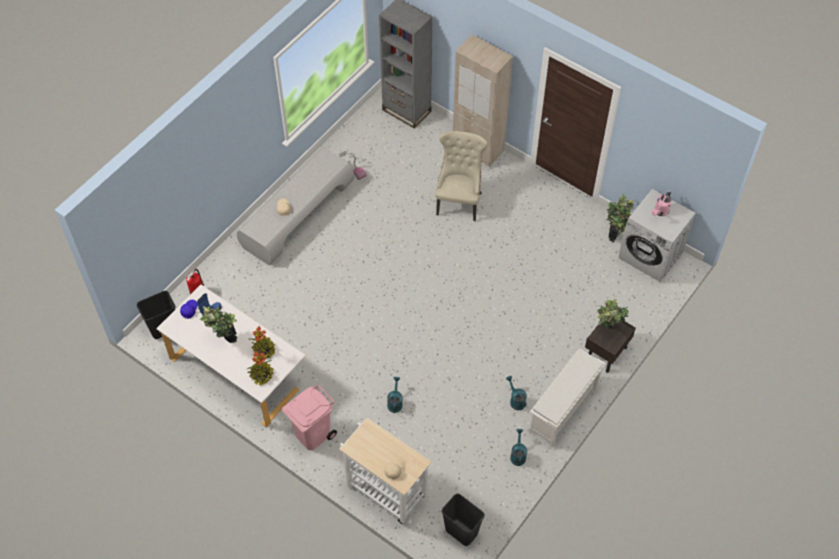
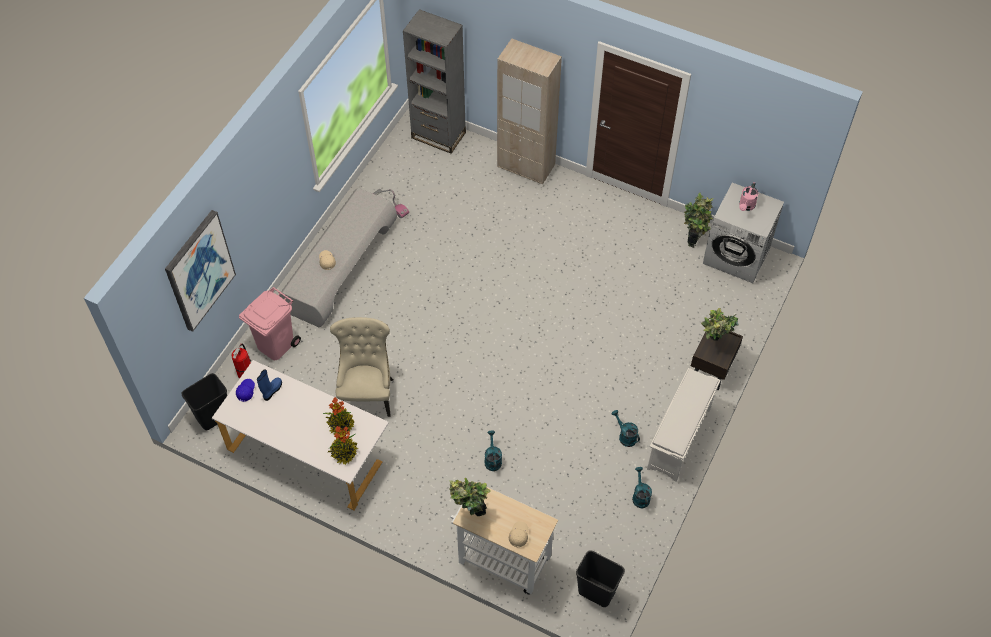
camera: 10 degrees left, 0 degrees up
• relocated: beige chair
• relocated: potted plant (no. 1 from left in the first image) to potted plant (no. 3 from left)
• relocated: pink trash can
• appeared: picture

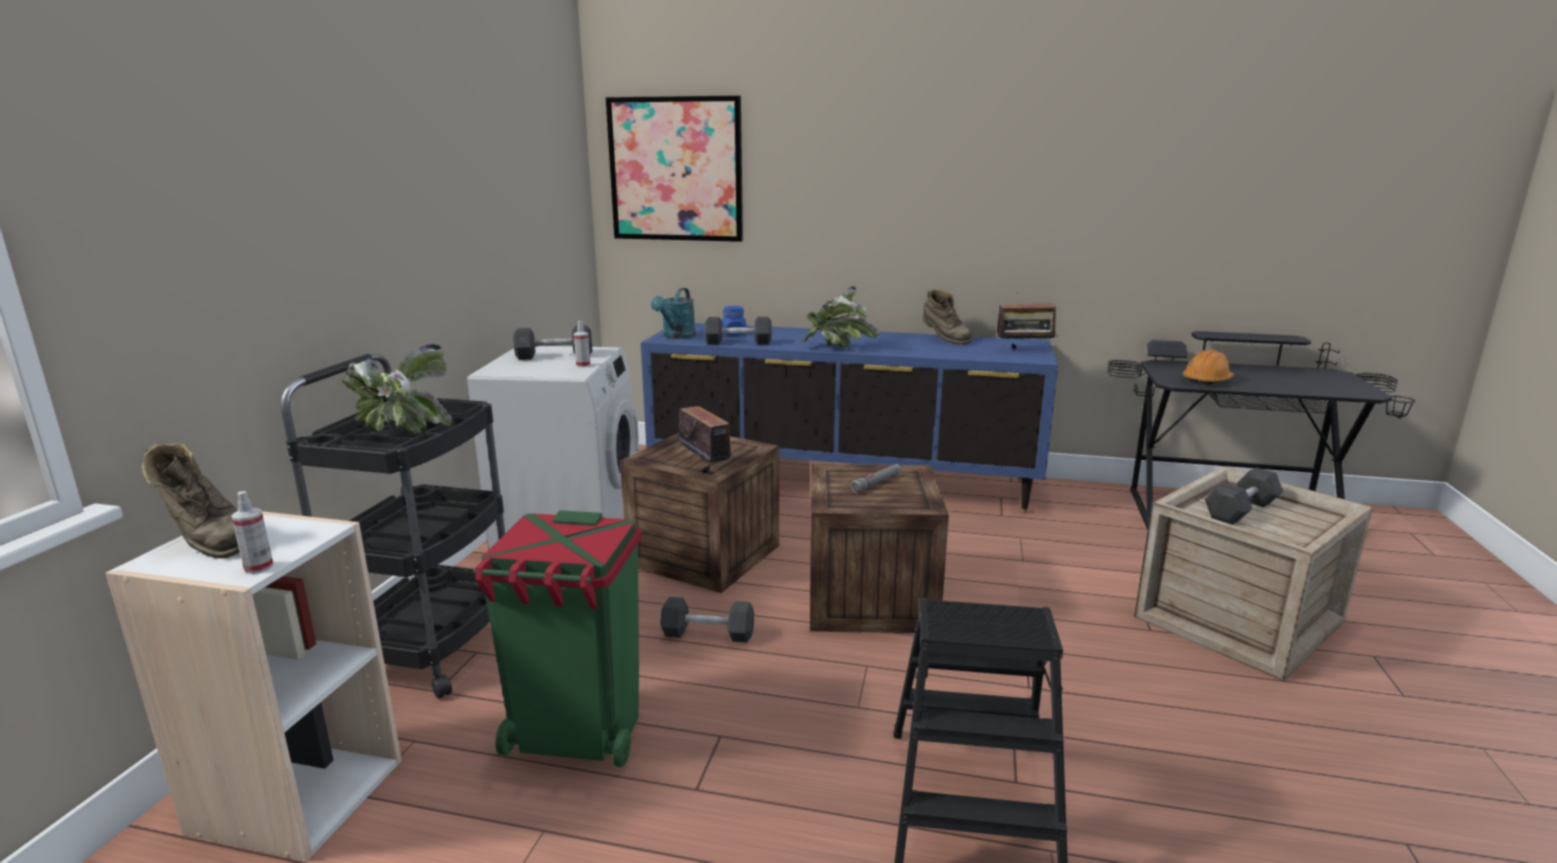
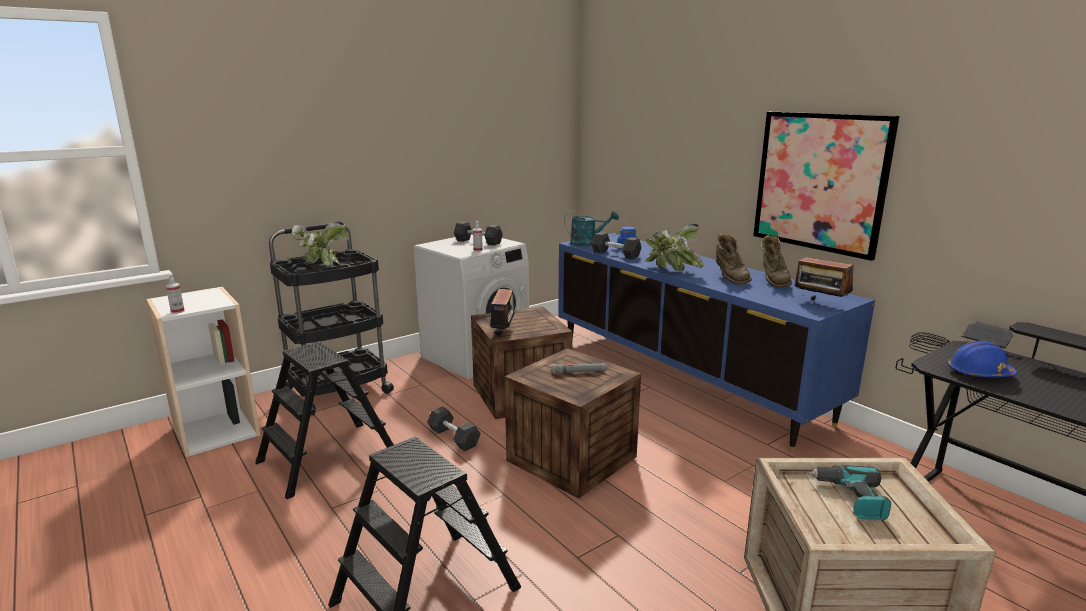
camera: 40 degrees right, 0 degrees up
• relocated: picture
• spun: turquoise watering can 150 degrees counterclockwise
• colour: orange hard hat to blue hard hat
• relocated: brown boot (no. 1 from left)
• exchanged: grey dumbbell (no. 4 from left) to power drill
• exchanged: green trash can to black step ladder (no. 1 from left)

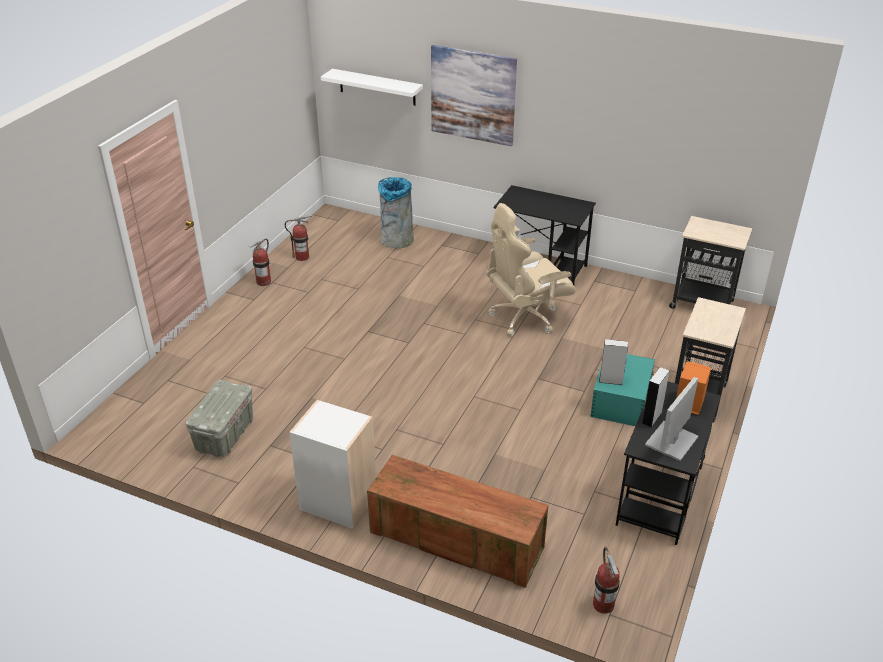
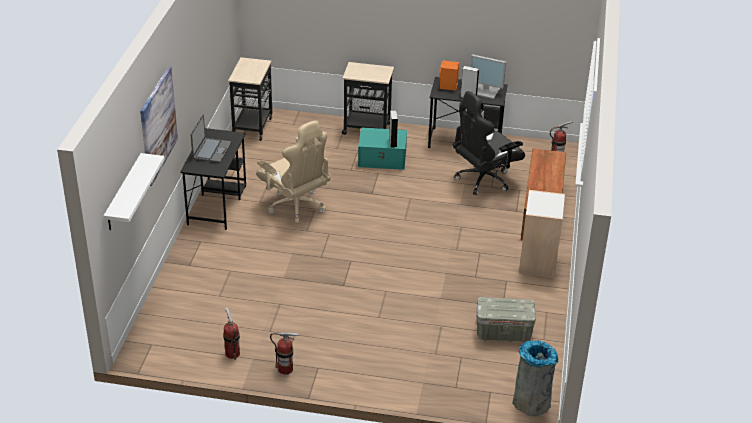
camera: 105 degrees left, 0 degrees up
• relocated: grey trash can
• appeared: black office chair
• appeared: laptop

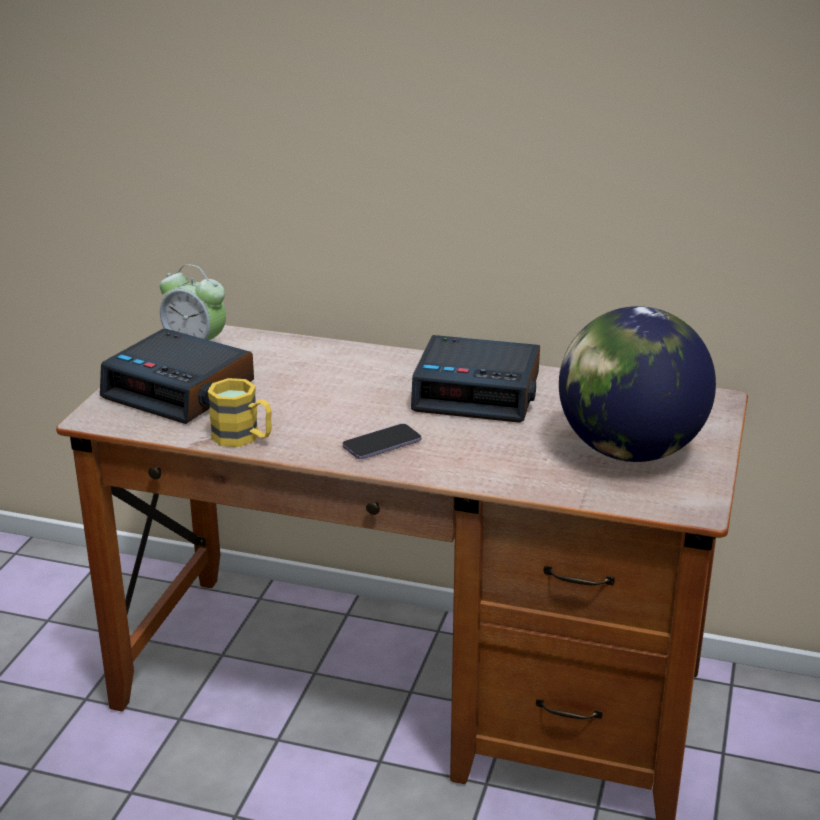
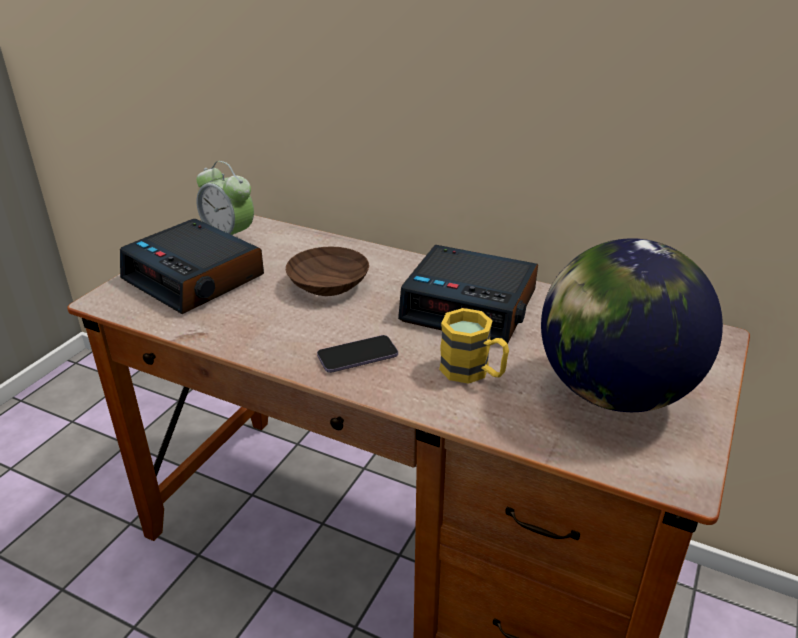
camera: 10 degrees right, 5 degrees up
• relocated: yellow mug
• appeared: brown bowl

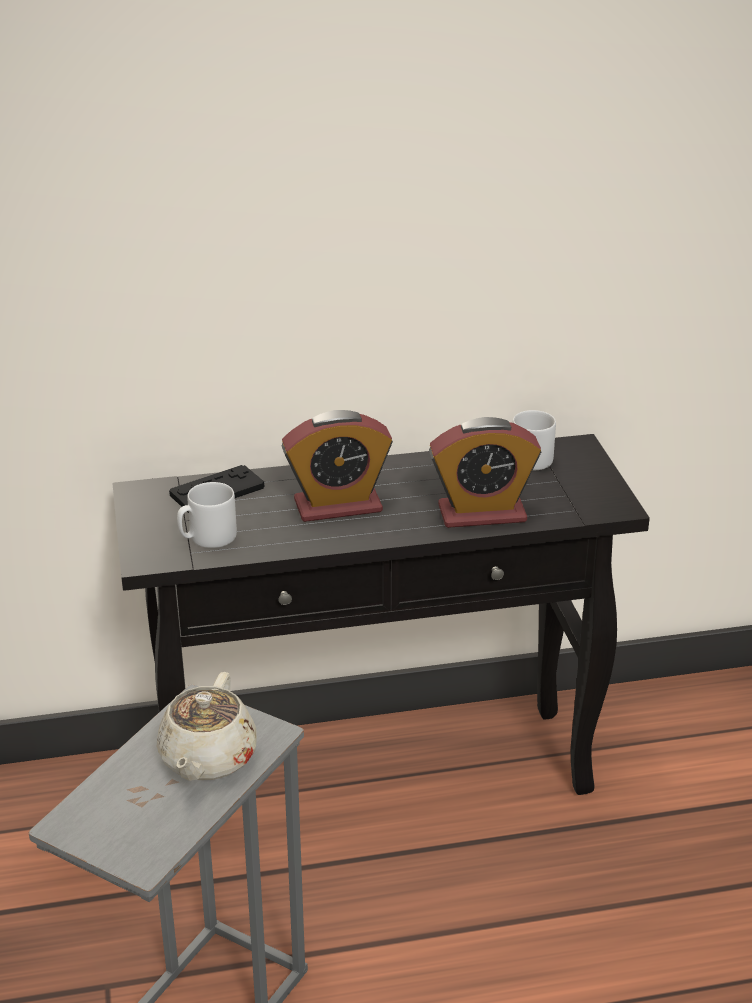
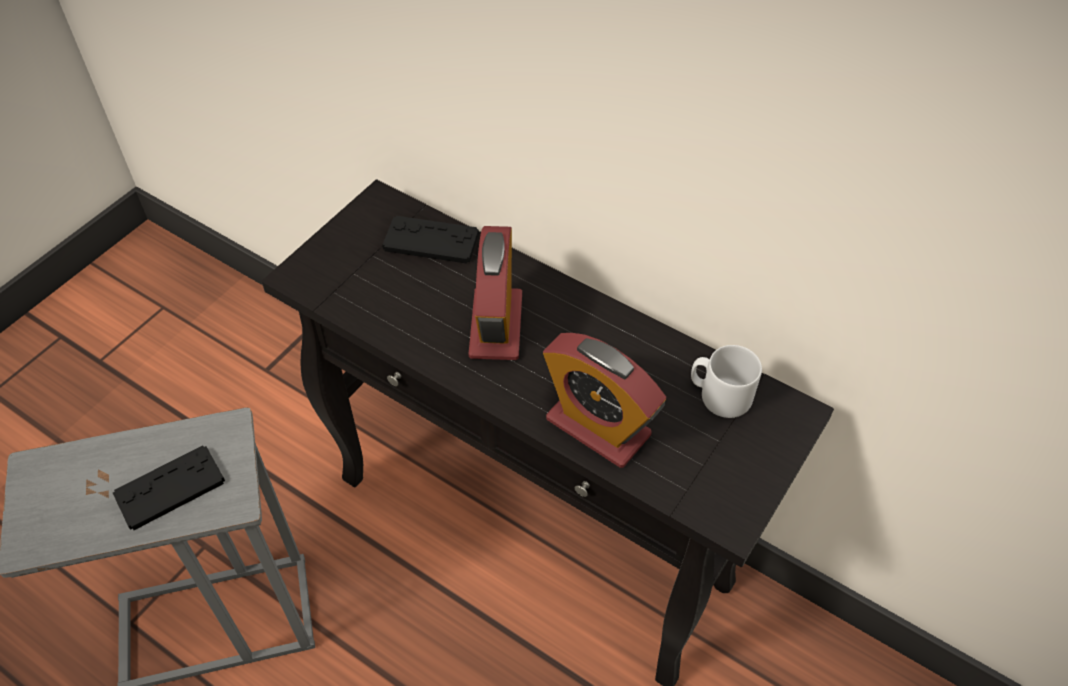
camera: 45 degrees right, 20 degrees up
• spun: alarm clock (no. 1 from left) 60 degrees clockwise
• missing: grey mug (no. 1 from left)
• exchanged: beige teapot to black game controller (no. 1 from left)

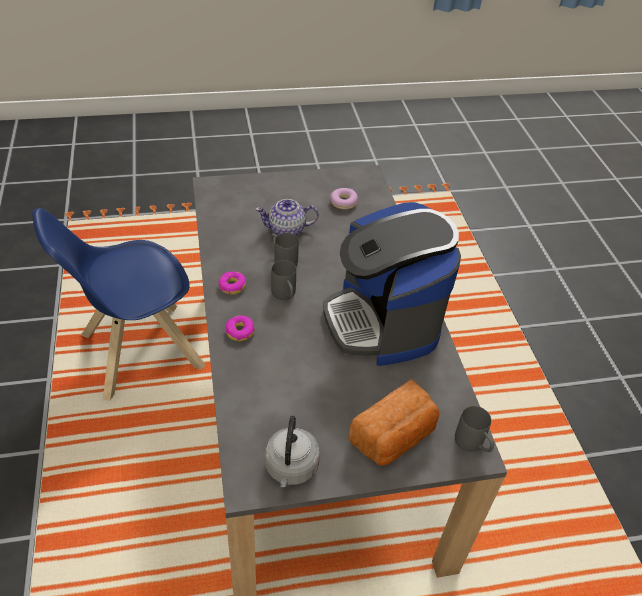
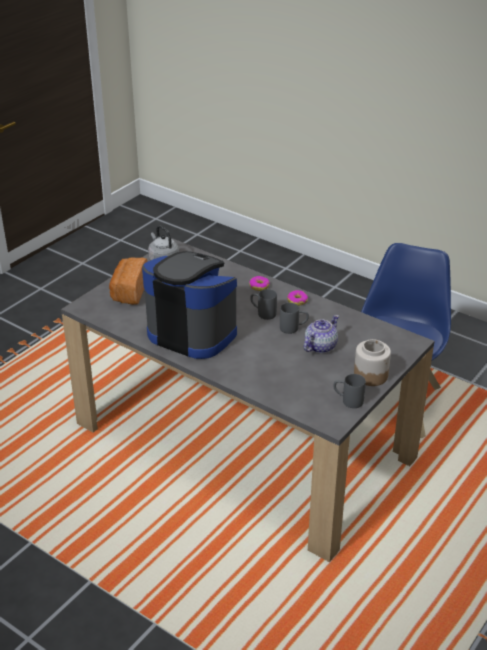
camera: 140 degrees right, 10 degrees down
• missing: donut (no. 3 from left)
• relocated: grey mug (no. 3 from left)
• appeared: jar

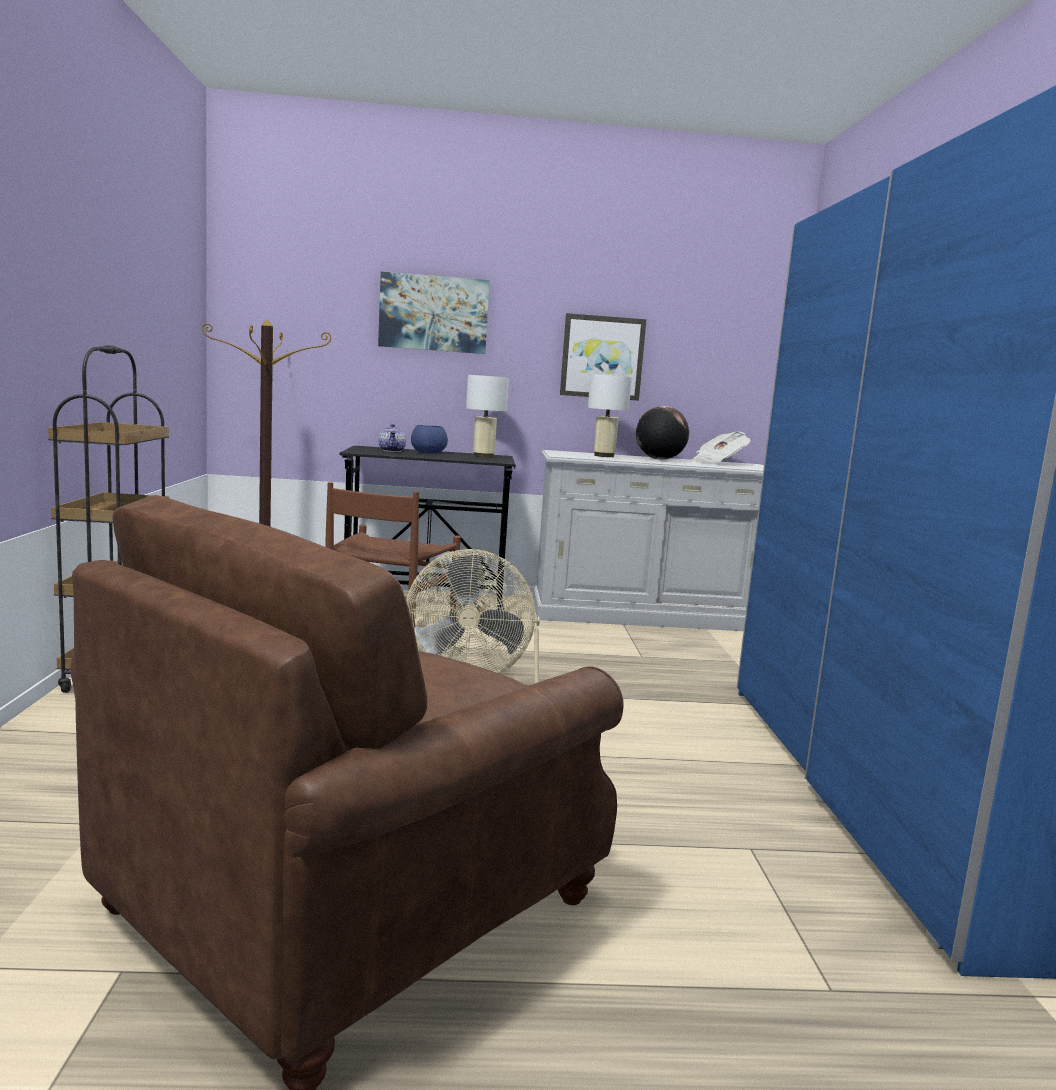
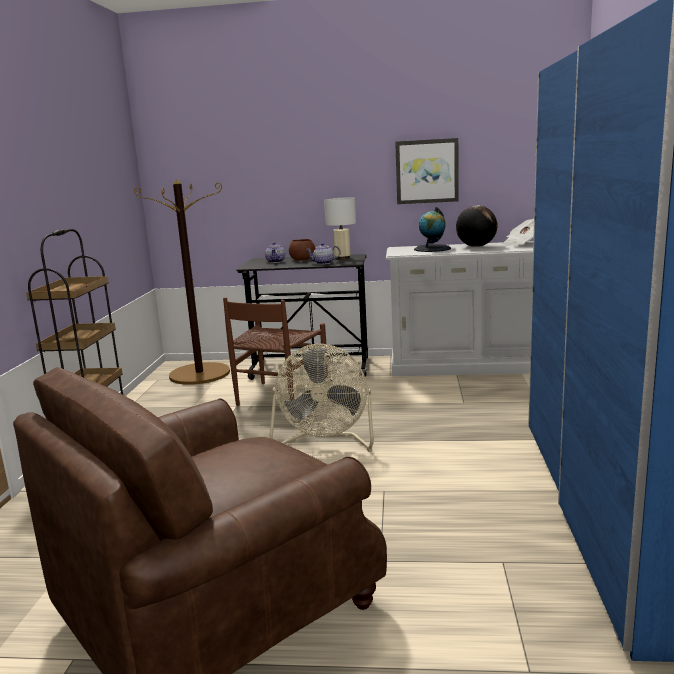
camera: 10 degrees right, 5 degrees up
• missing: picture (no. 1 from left)
• exchanged: white table lamp (no. 2 from left) to globe (no. 1 from left)
• colour: blue bowl to brown bowl
• appeared: teapot (no. 2 from left)

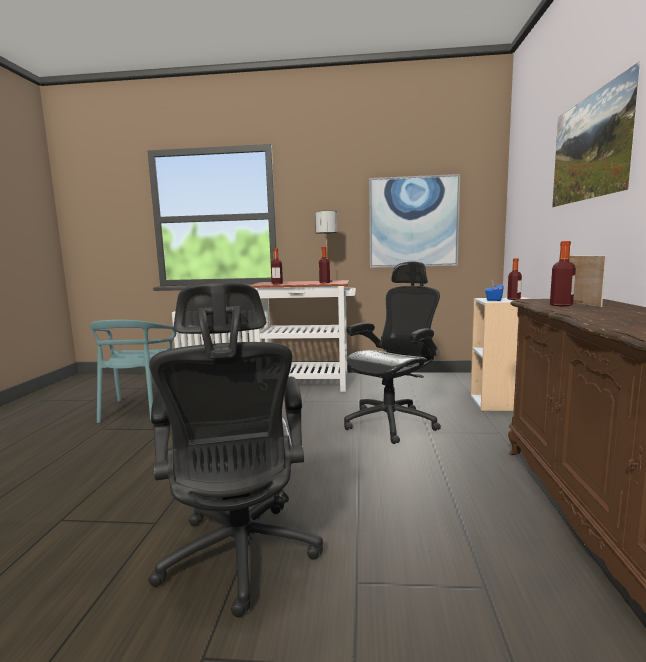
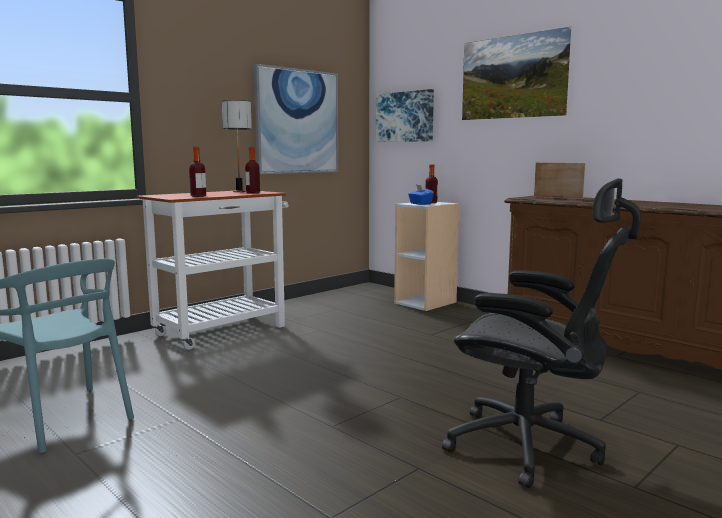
camera: 50 degrees left, 0 degrees up
• missing: bottle (no. 4 from left)
• missing: office chair (no. 2 from left)
• appeared: picture (no. 2 from left)

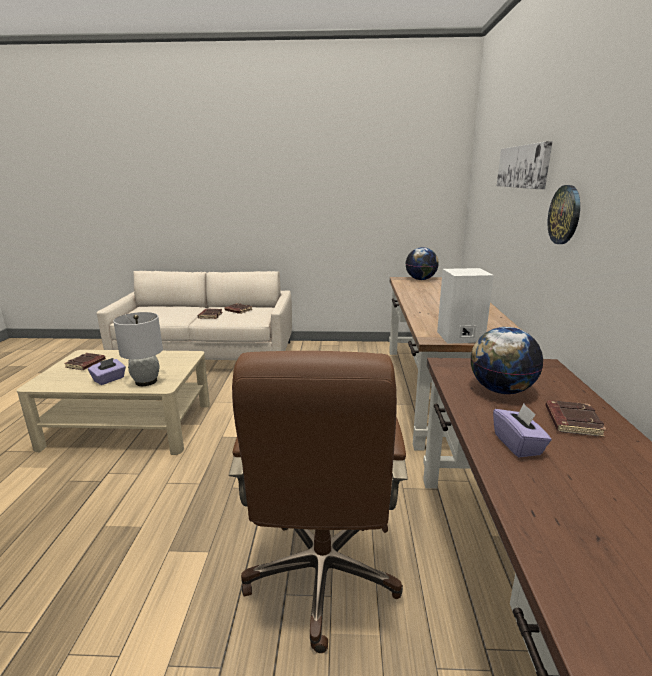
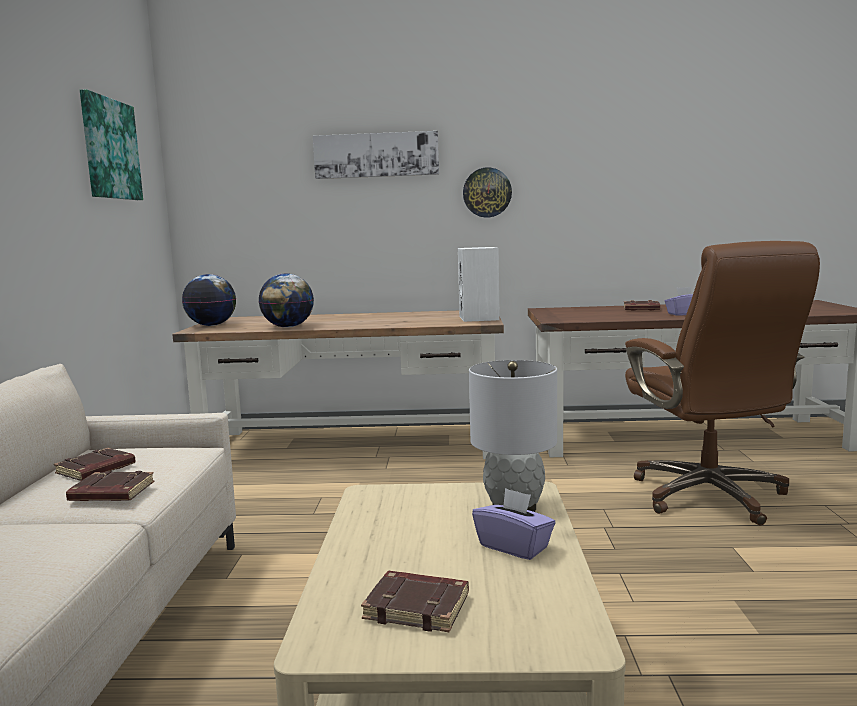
camera: 90 degrees left, 10 degrees down
• relocated: globe (no. 2 from left)
• spun: brown office chair 75 degrees clockwise
• appeared: picture (no. 1 from left)

